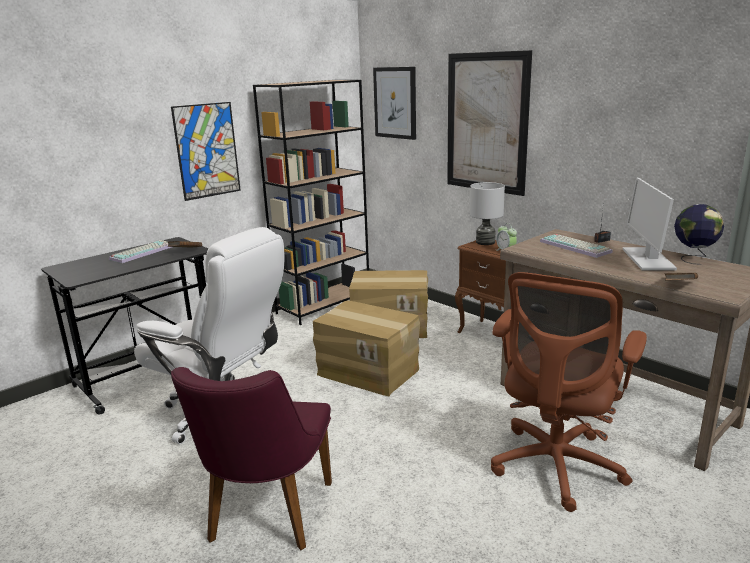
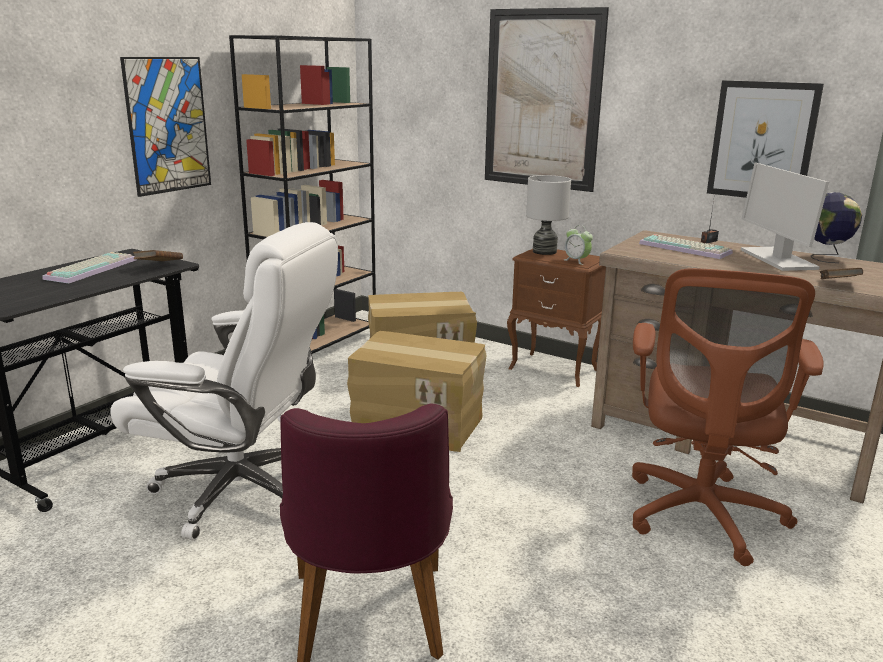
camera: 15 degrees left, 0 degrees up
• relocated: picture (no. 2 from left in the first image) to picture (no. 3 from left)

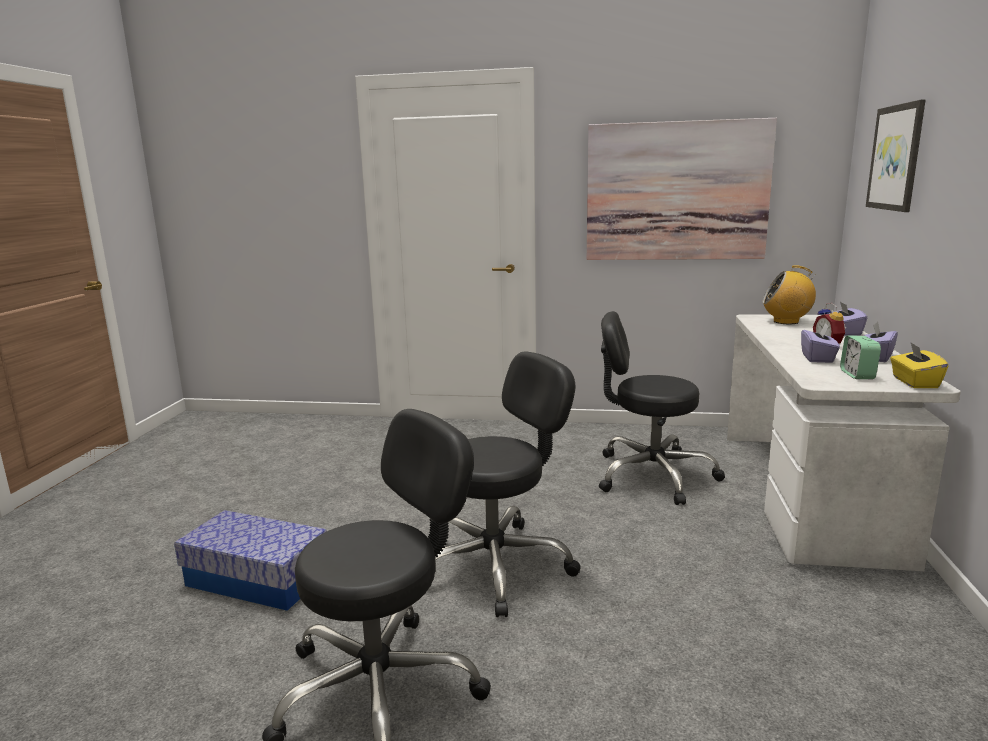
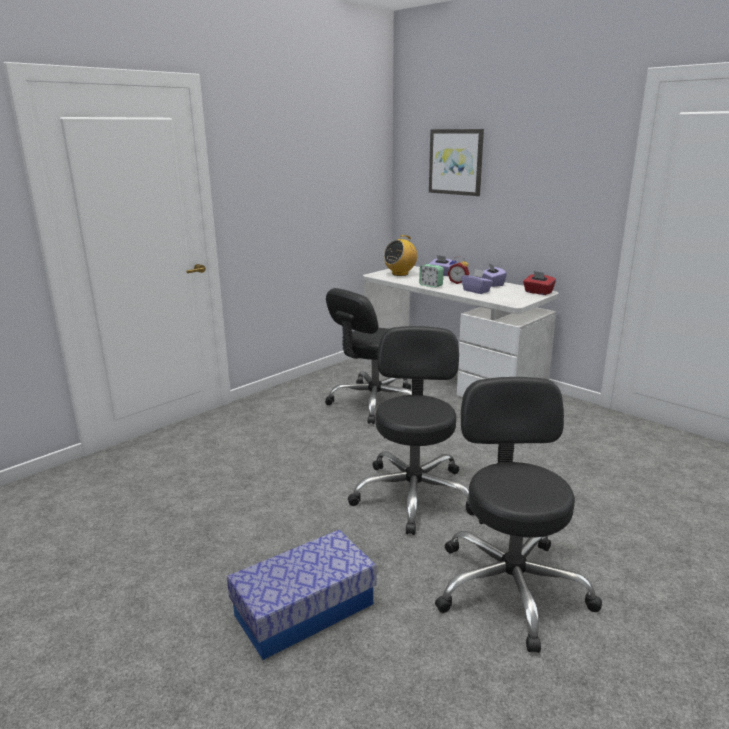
camera: 55 degrees left, 5 degrees up
• missing: picture (no. 1 from left)
• relocated: alarm clock (no. 2 from left in the first image) to alarm clock (no. 1 from left)
• colour: yellow tissue box to red tissue box

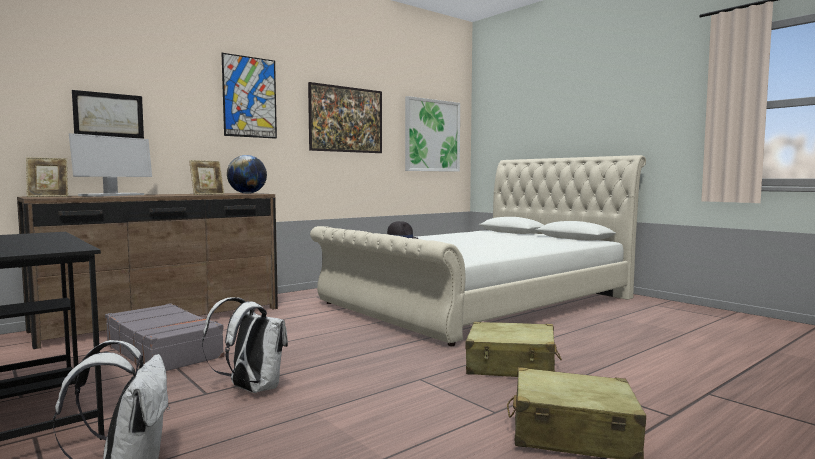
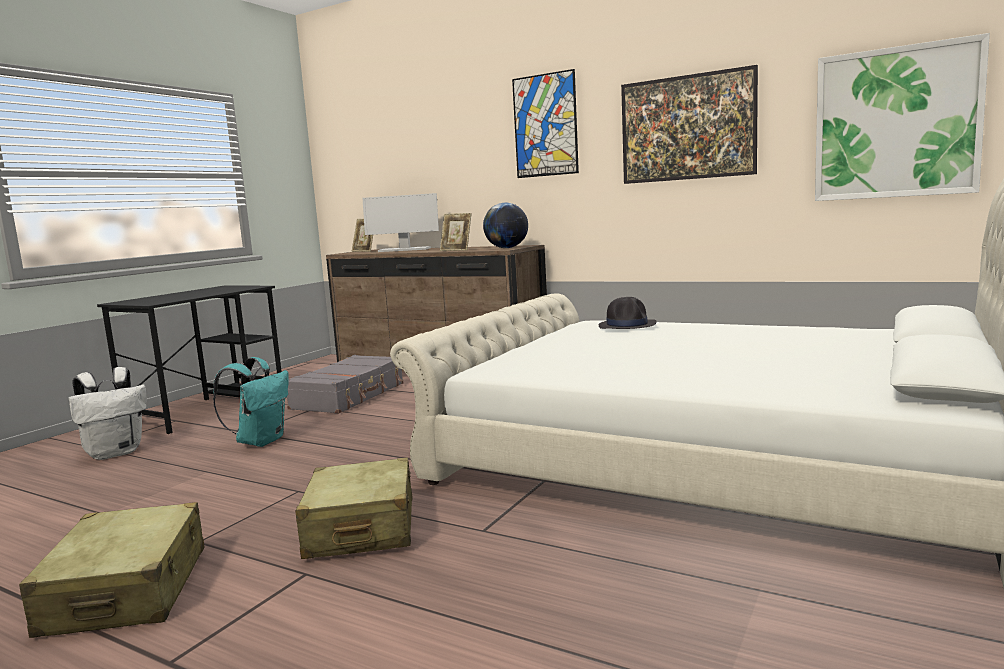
camera: 70 degrees right, 5 degrees up
• missing: picture (no. 1 from left)
• colour: white backpack (no. 2 from left) to turquoise backpack

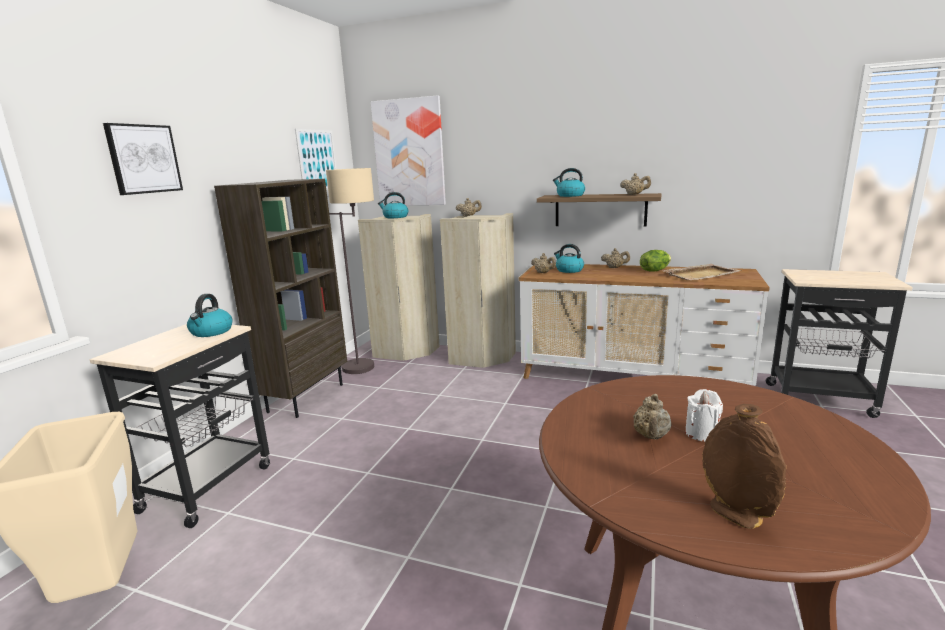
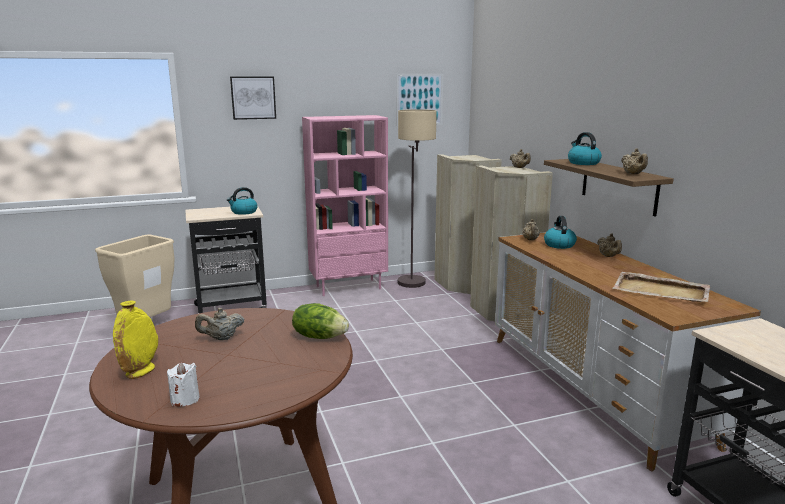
camera: 50 degrees right, 0 degrees up
• missing: picture (no. 3 from left)
• colour: brown bookcase to pink bookcase
• missing: kettle (no. 2 from left)
• relocated: lettuce
• relocated: white candle
• colour: brown vase to yellow vase

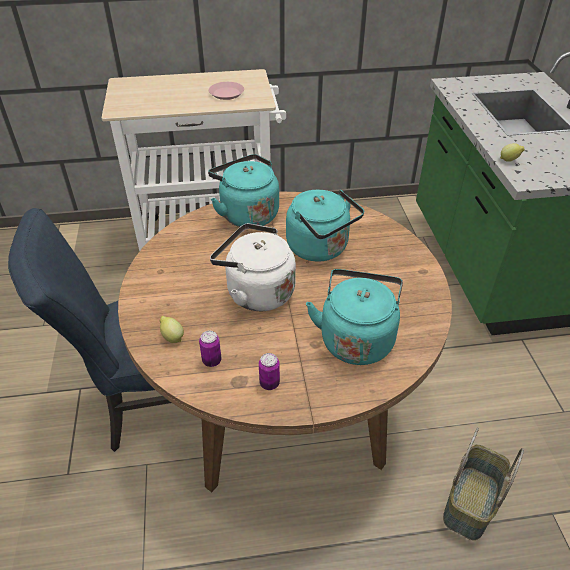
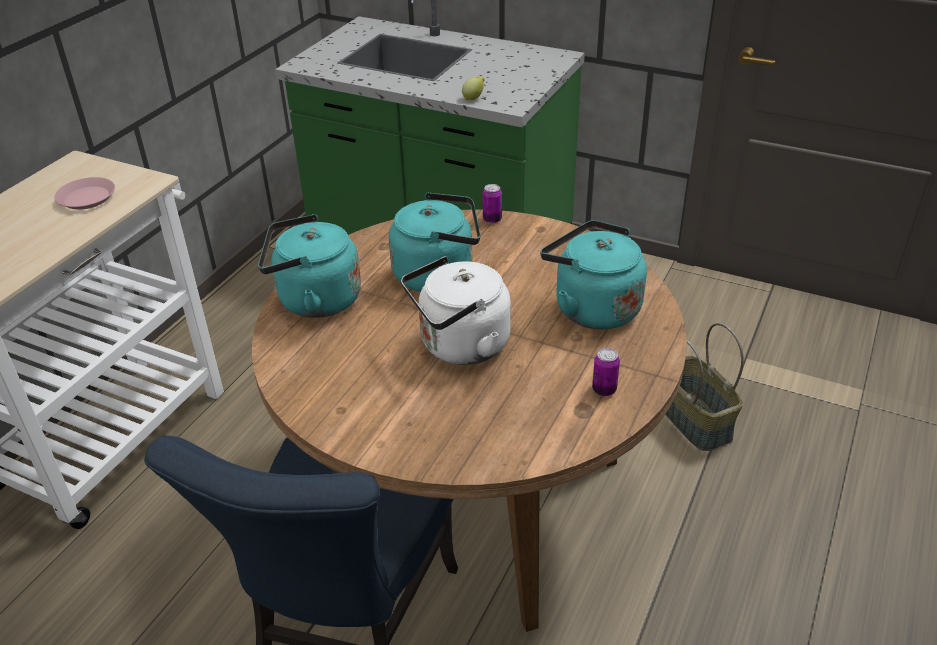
camera: 55 degrees left, 5 degrees down
• missing: lemon (no. 1 from left)
• relocated: can (no. 1 from left)

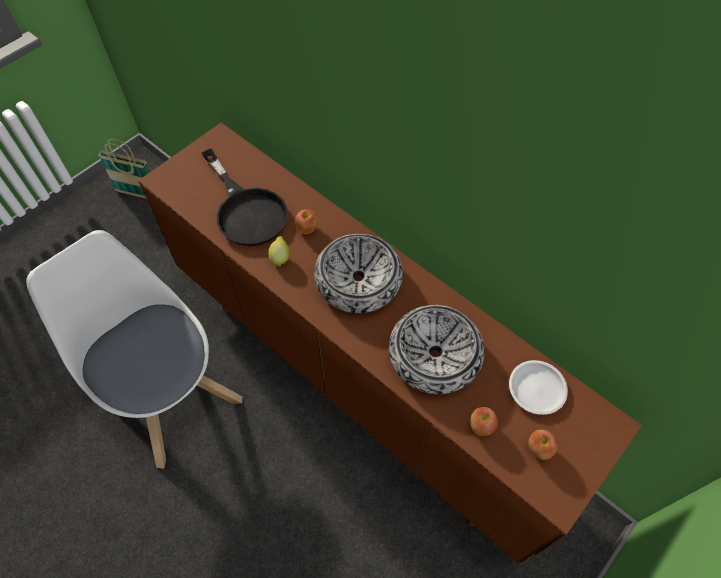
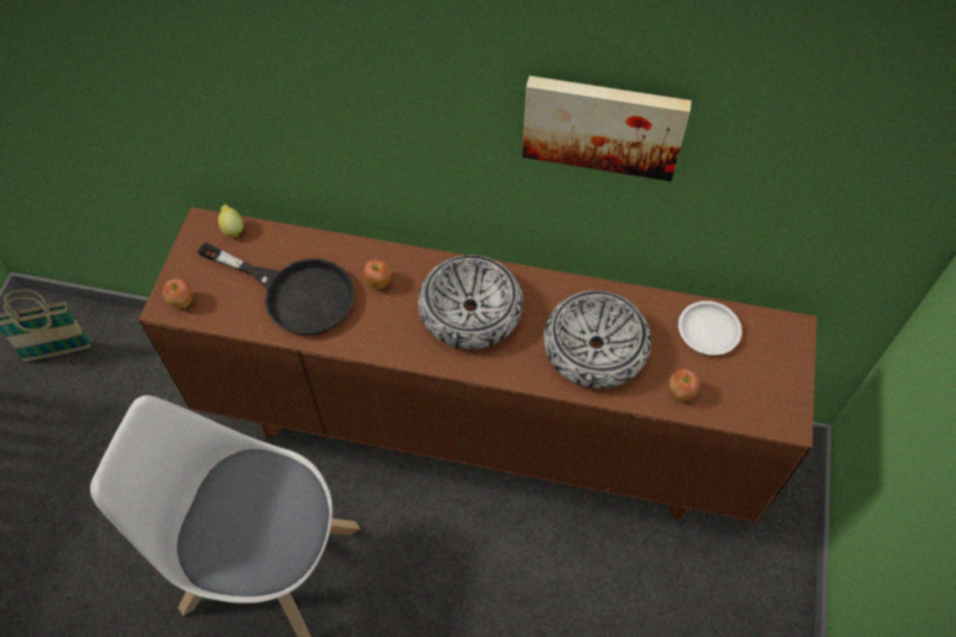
camera: 30 degrees left, 0 degrees up
• relocated: lemon
• relocated: apple (no. 3 from left in the first image) to apple (no. 1 from left)
• appeared: picture

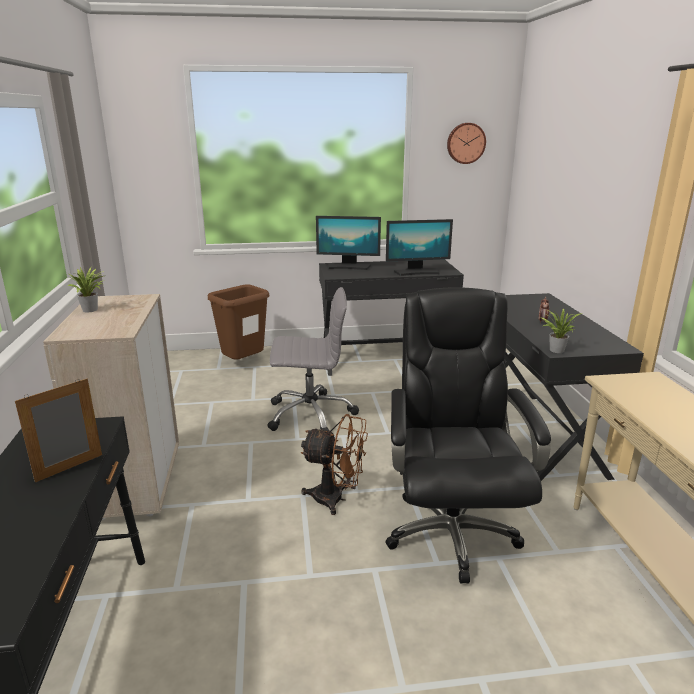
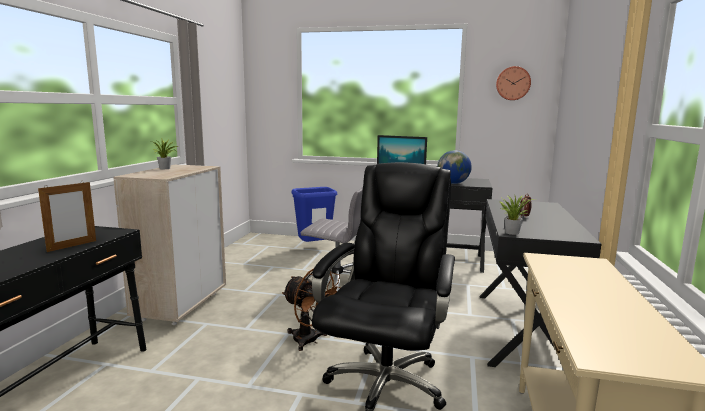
camera: 20 degrees right, 10 degrees down
• exchanged: monitor (no. 2 from left) to globe
• colour: brown trash can to blue trash can
• spun: picture frame 150 degrees clockwise

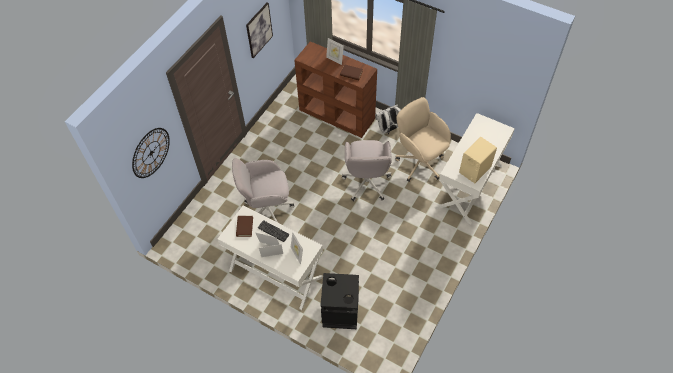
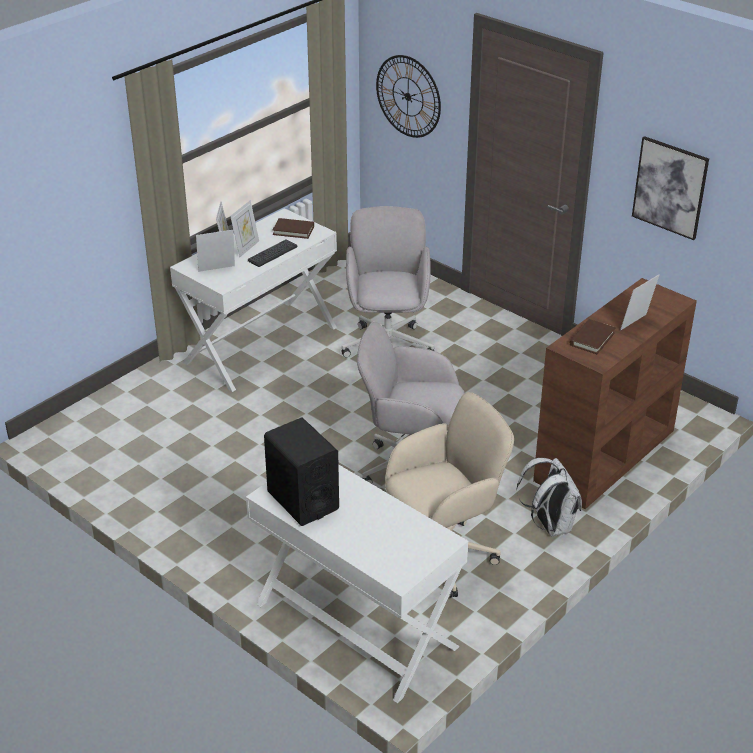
camera: 100 degrees right, 20 degrees down
• colour: beige speaker to black speaker
• missing: black trash can

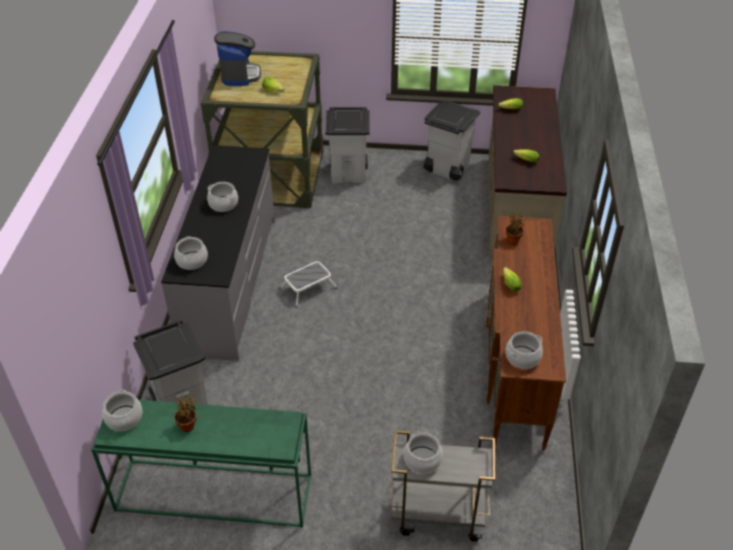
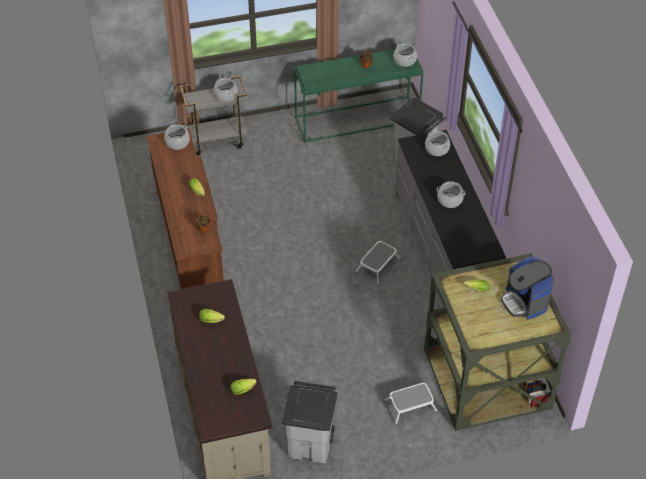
camera: 160 degrees right, 5 degrees up
• exchanged: grey trash can (no. 2 from left) to grey step ladder (no. 2 from left)

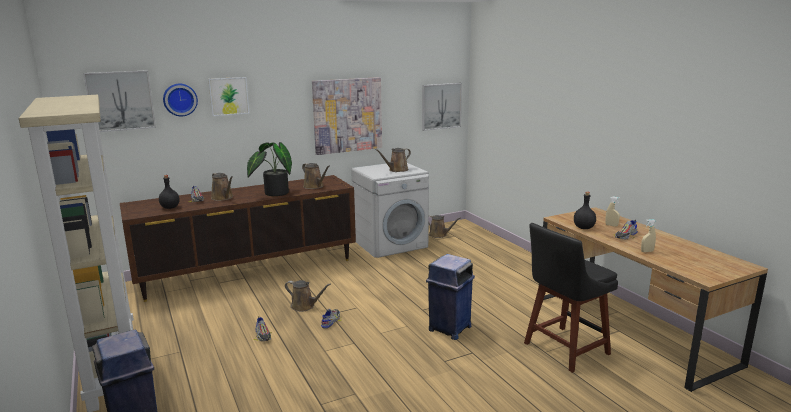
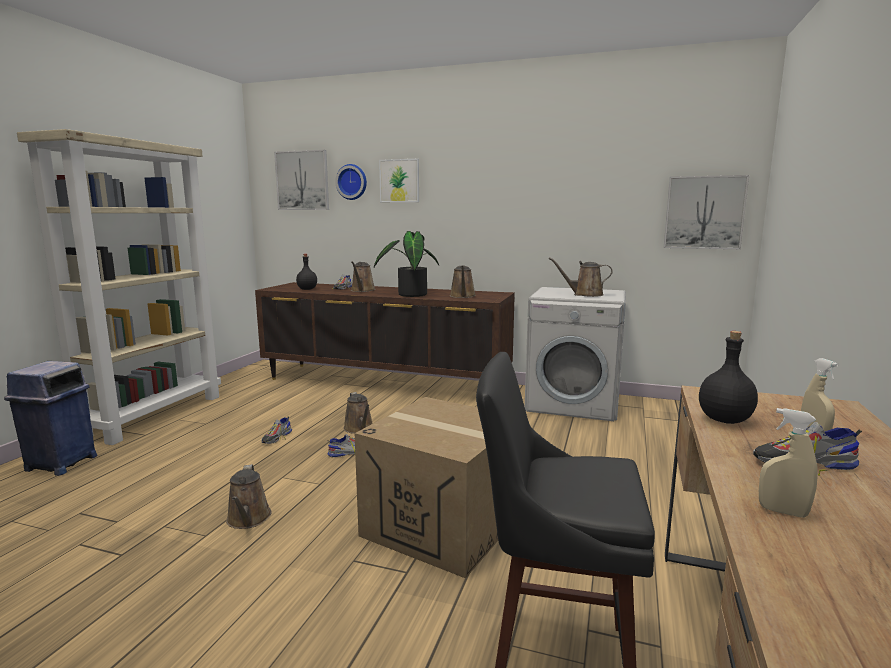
camera: 45 degrees right, 5 degrees down
• missing: picture (no. 3 from left)
• relocated: brown watering can (no. 5 from left in the first image) to brown watering can (no. 1 from left)
• exchanged: blue trash can (no. 2 from left) to cardboard box

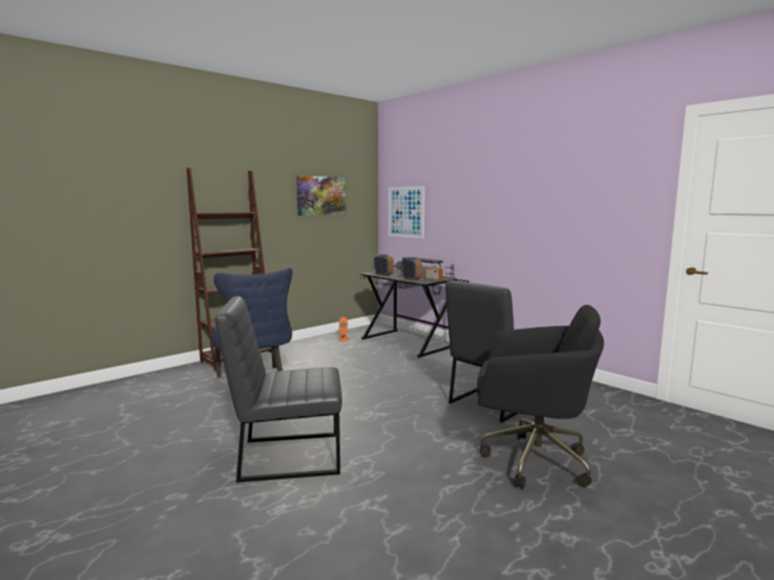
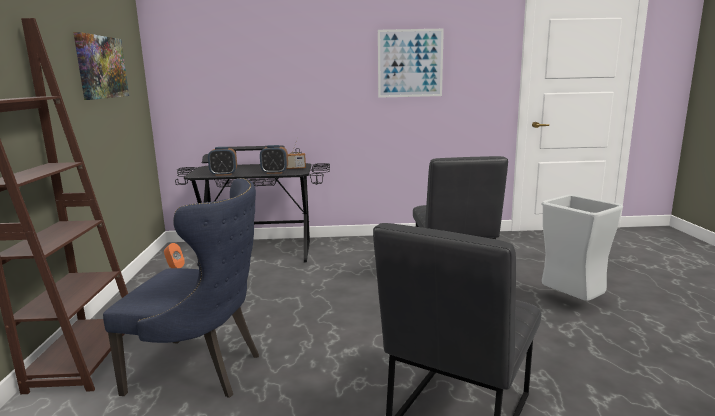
camera: 50 degrees left, 5 degrees up
• relocated: picture (no. 2 from left)
• exchanged: black office chair to grey trash can

